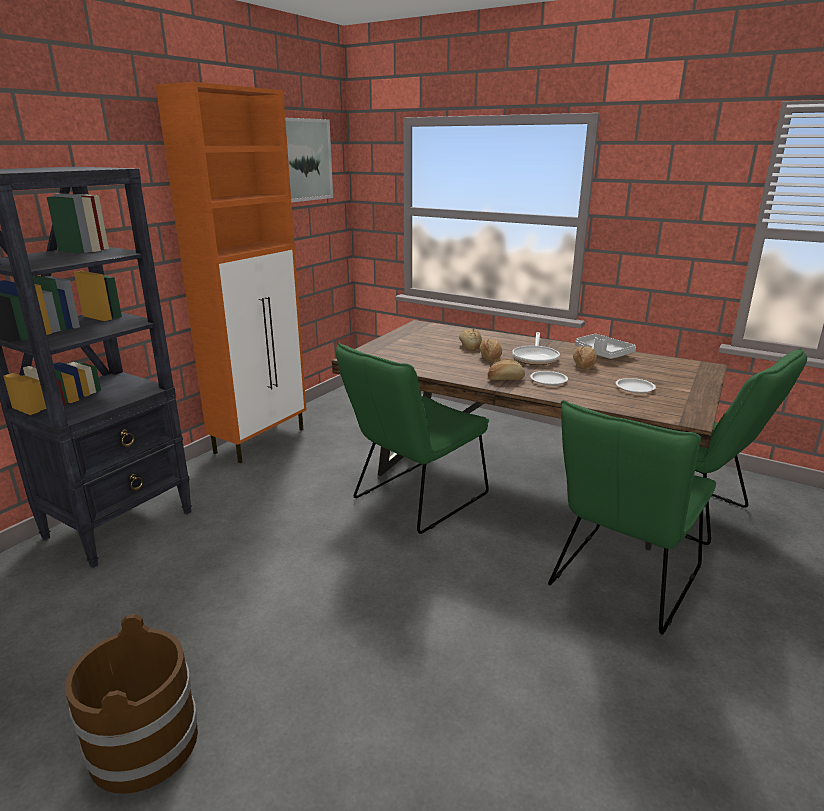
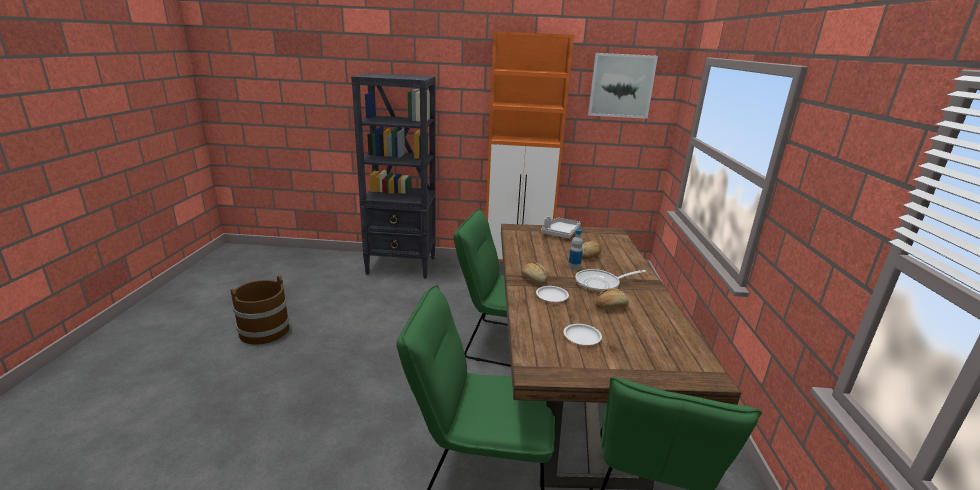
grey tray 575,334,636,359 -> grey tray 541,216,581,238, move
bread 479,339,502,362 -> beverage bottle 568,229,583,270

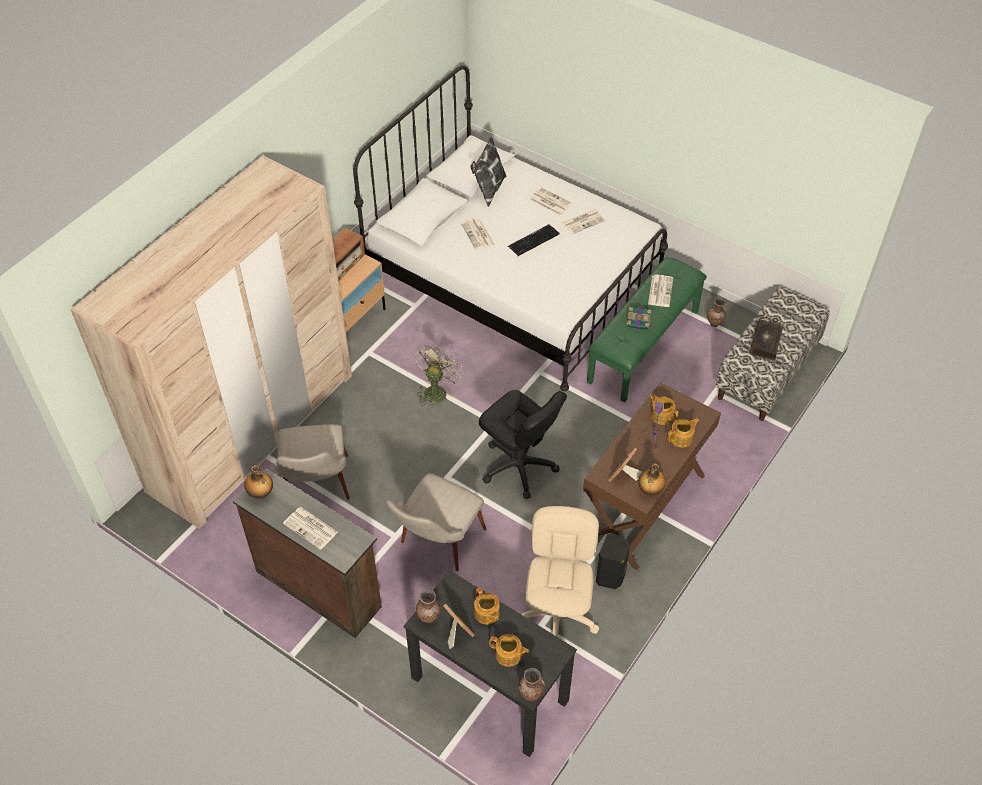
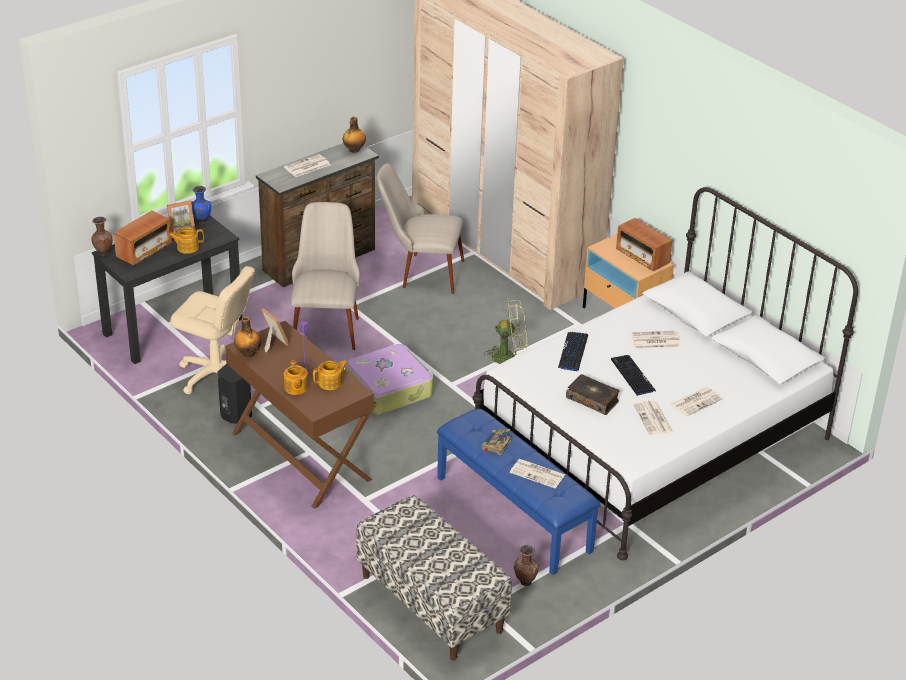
pot for tea 489,634,530,667 -> radio receiver 114,210,172,265
brown-coloured flower vase 416,589,441,623 -> blue flower vase 191,186,211,224
sand-coloured upright chair 386,473,486,571 -> sand-coloured upright chair 291,202,360,350, 45 degrees clockwise
black-coloured computer chair 479,390,567,499 -> suitcase 345,344,433,415
greenish bench 587,257,707,403 -> blue bench 437,409,600,575
greenish cooling fan 415,345,464,405 -> greenish cooling fan 484,300,527,364, 45 degrees counterclockwise
none -> computer keyboard 558,332,588,371
volume 749,319,783,360 -> volume 566,374,620,415, move
pillow 471,137,506,207 -> none

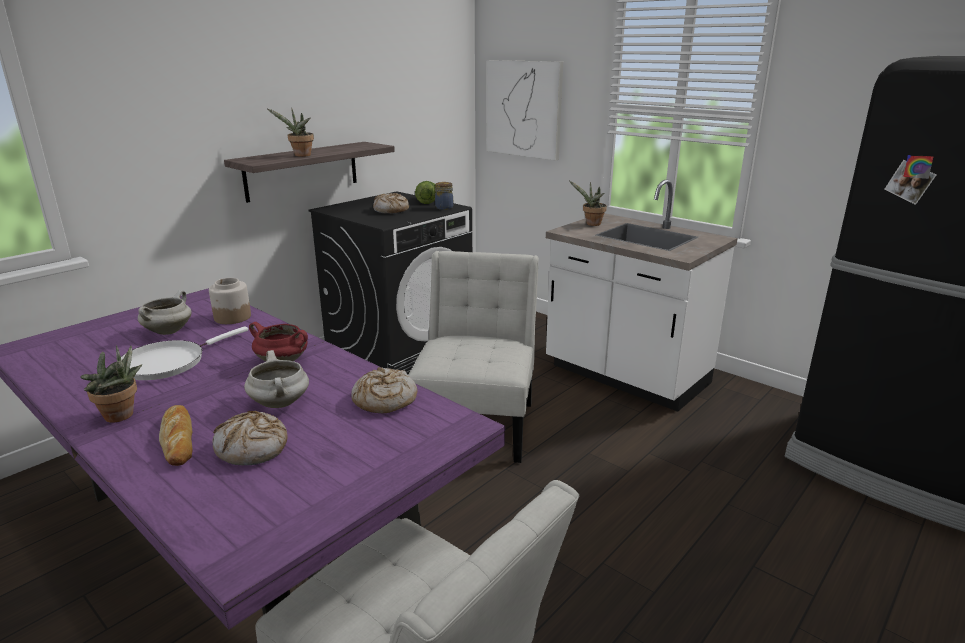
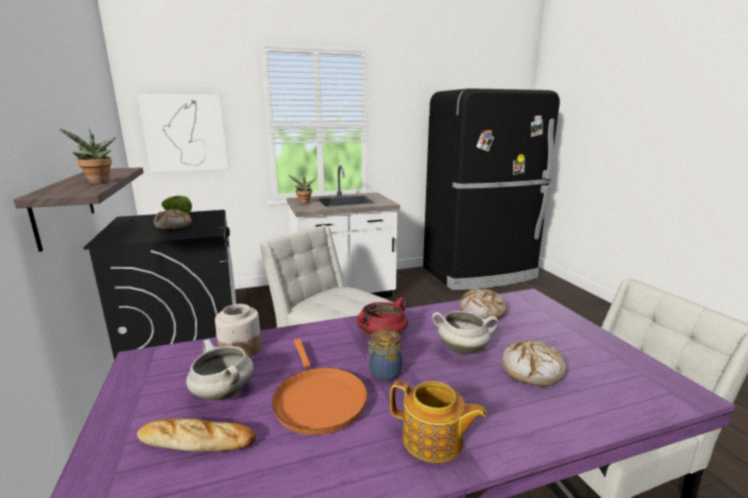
bread 159,405,193,466 -> bread 137,418,256,452, move
white pan 121,327,248,380 -> orangey pan 272,339,368,435
preserve jar 435,182,453,210 -> preserve jar 367,329,402,382, move
potted plant 81,345,142,423 -> pot for tea 390,380,487,463

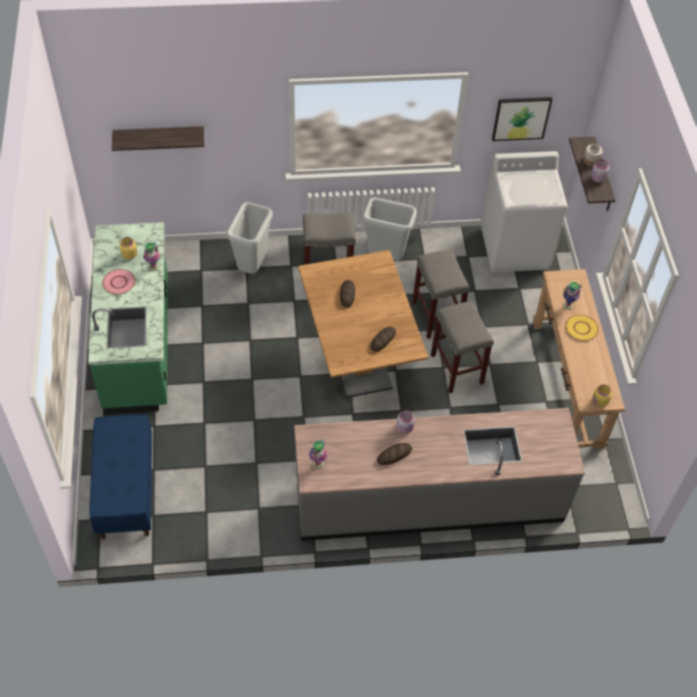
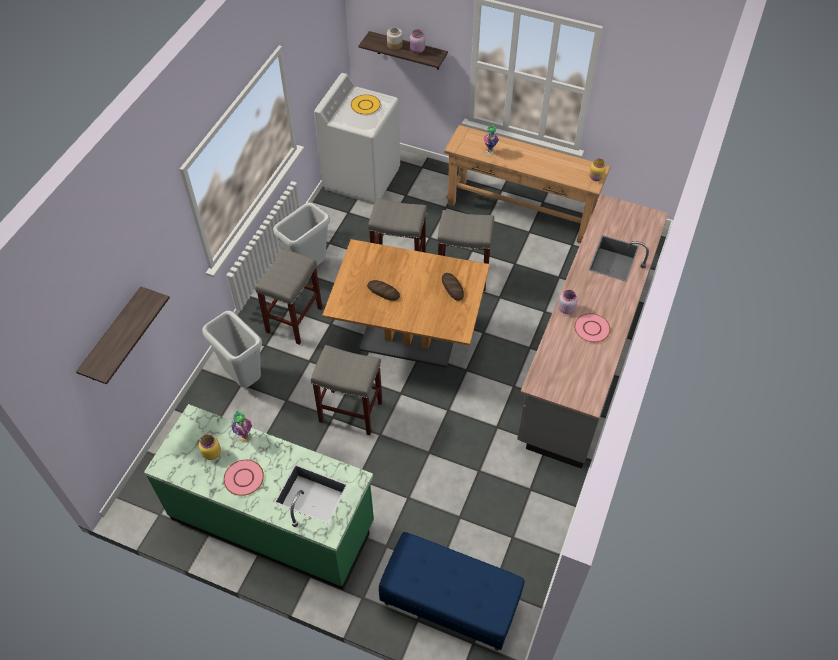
none -> grey sitting stool 311,345,383,435
yellow dinner plate 566,315,599,341 -> yellow dinner plate 351,94,381,115, move
bread 377,443,412,465 -> pink-coloured dinner plate 574,313,610,342
flower vase 309,440,328,470 -> none
wall picture 492,97,552,141 -> none

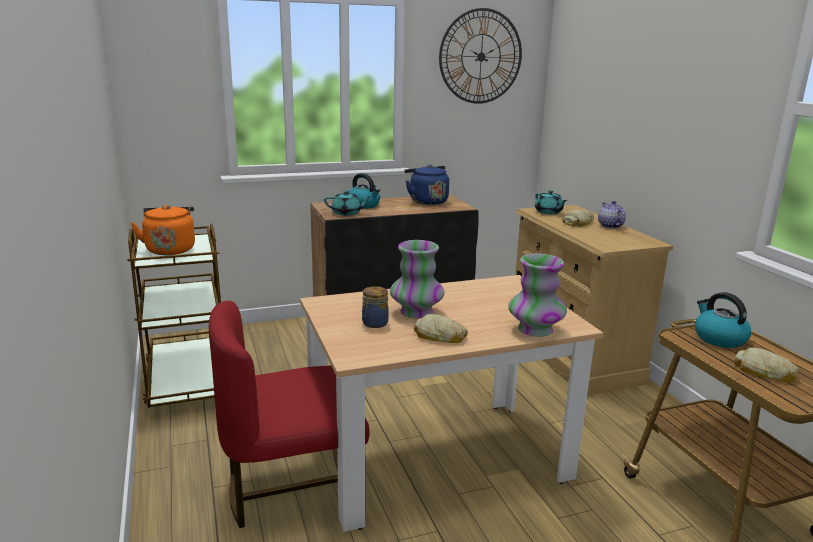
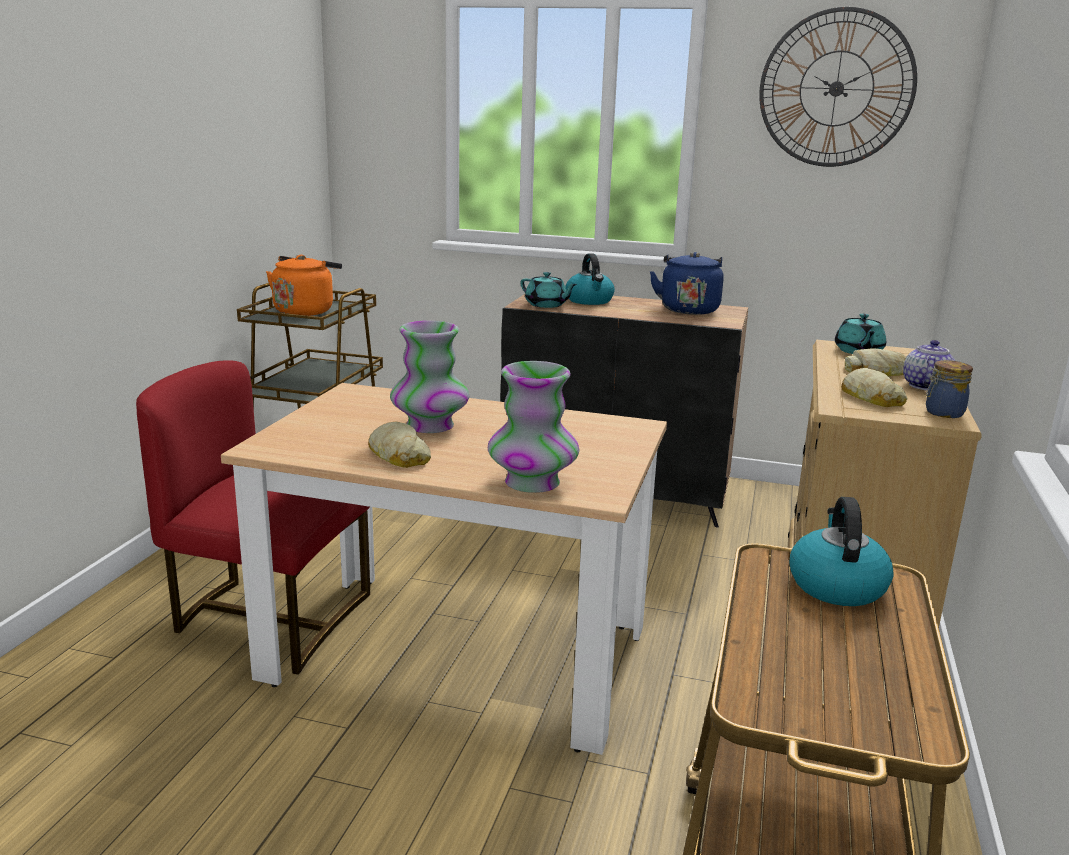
bread 734,347,799,382 -> bread 841,368,907,407, move
preserve jar 362,286,389,328 -> preserve jar 926,360,973,418, move

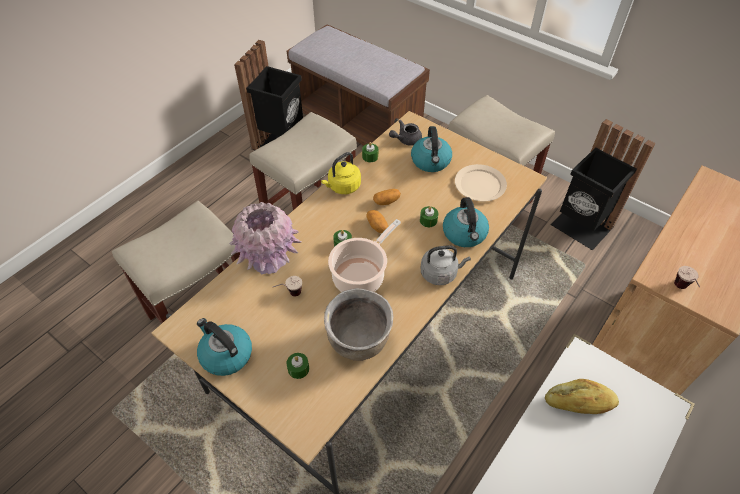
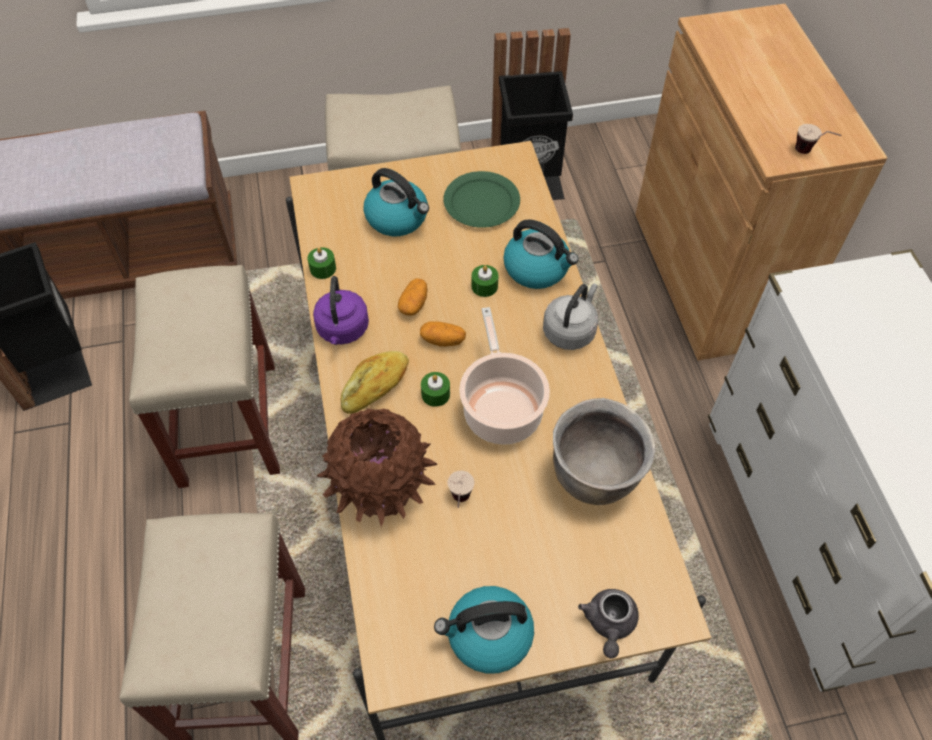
yellow kettle 321,152,361,194 -> purple kettle 313,276,369,345
pink-coloured flower vase 229,202,302,274 -> brown-coloured flower vase 317,408,437,527
bread 545,379,619,414 -> bread 341,351,409,414, move
sand-coloured dinner plate 455,164,507,202 -> greenish dinner plate 443,171,520,228
grey pot for tea 389,120,422,146 -> grey pot for tea 578,589,639,659, move
greenish candle 286,353,309,379 -> none

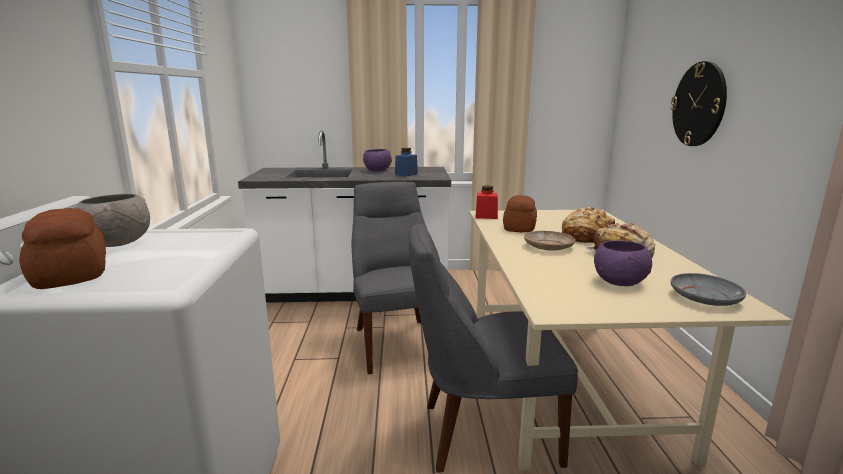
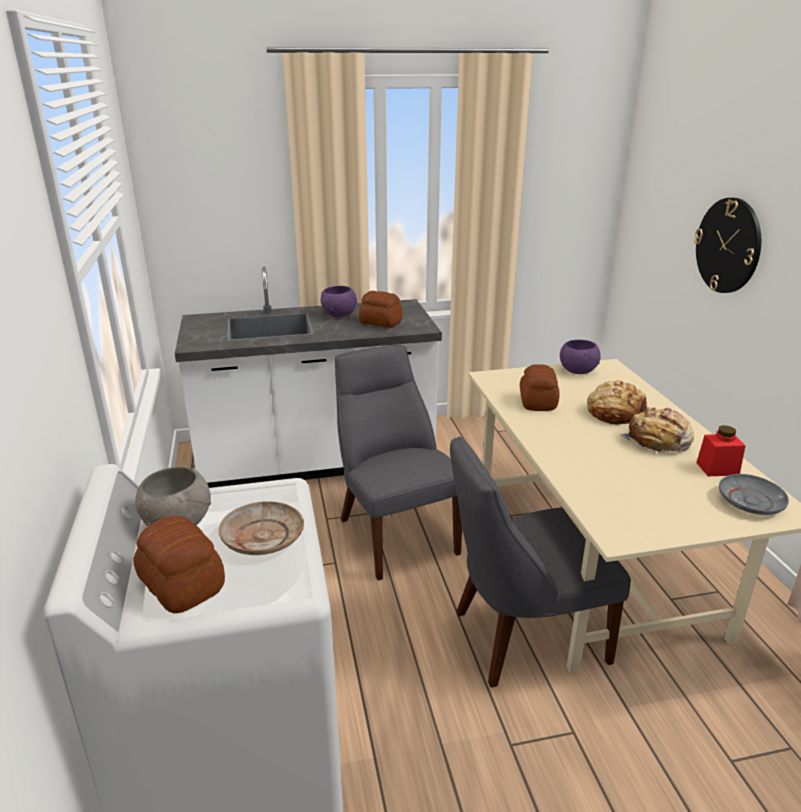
sand-coloured dinner plate 524,231,576,250 -> sand-coloured dinner plate 219,501,304,555, move
blue preserve jar 395,148,418,177 -> bread 359,291,403,328
purple serving bowl 594,240,652,286 -> purple serving bowl 560,340,601,374, move
reddish preserve jar 476,185,498,219 -> reddish preserve jar 696,425,745,476, move

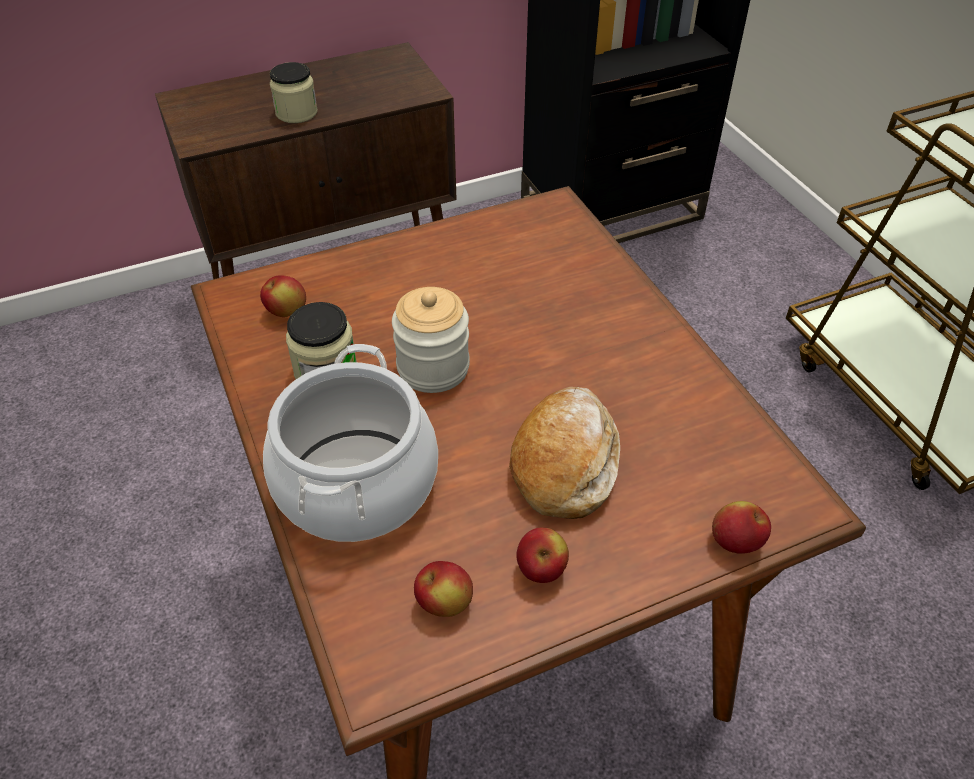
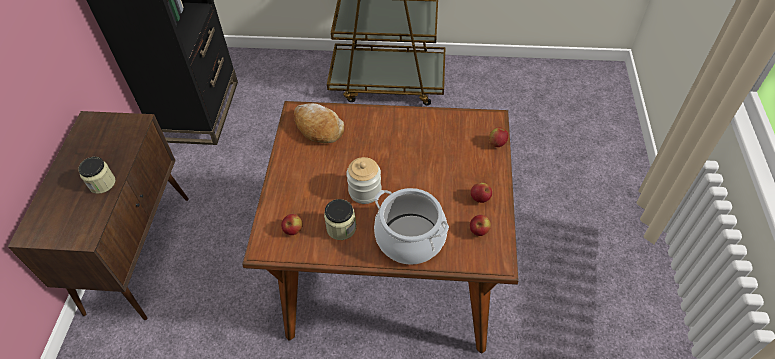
bread 509,387,620,519 -> bread 294,103,344,143, move

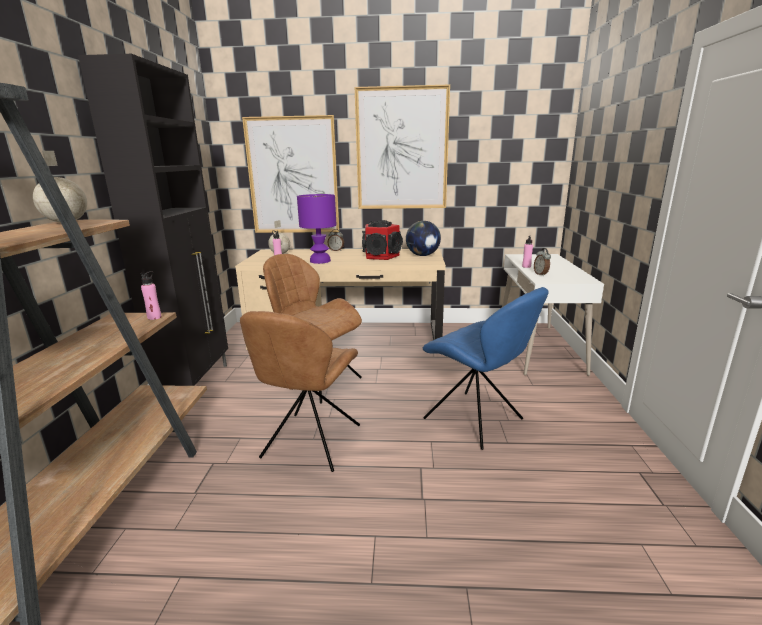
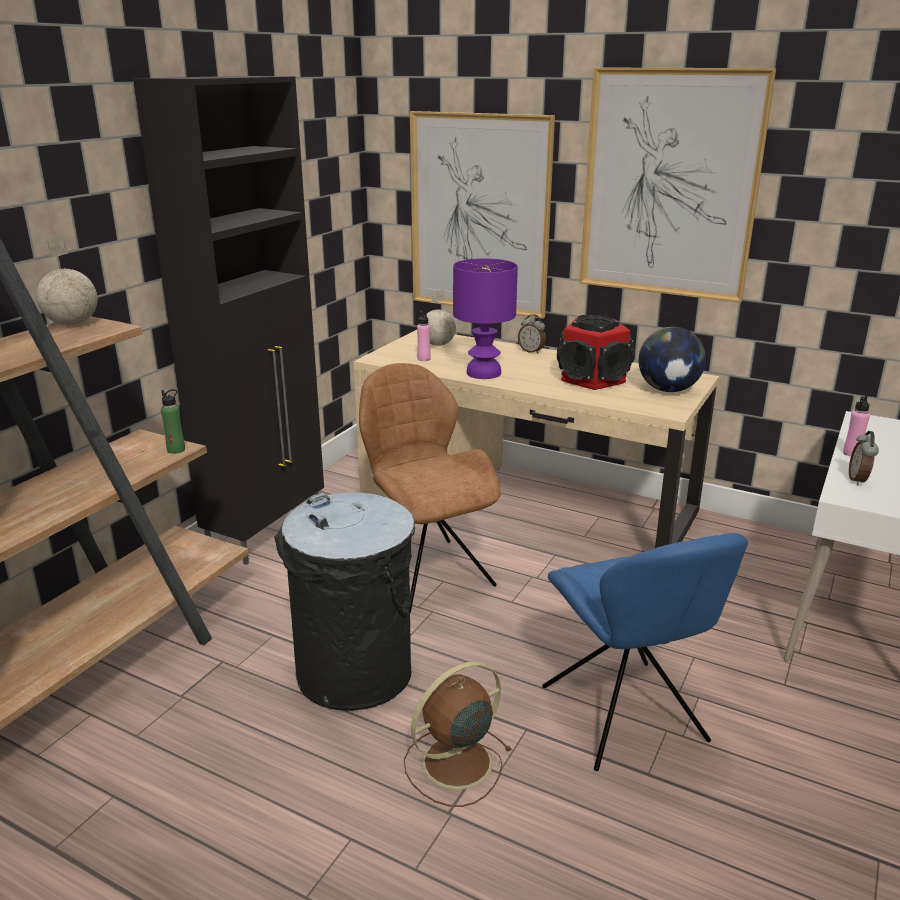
pink-coloured beverage bottle 141,271,161,320 -> greenish beverage bottle 161,389,185,454
brown-coloured upright chair 240,311,360,472 -> black-coloured rubbish bin 274,492,415,711
none -> brown-coloured cooling fan 404,661,512,807

